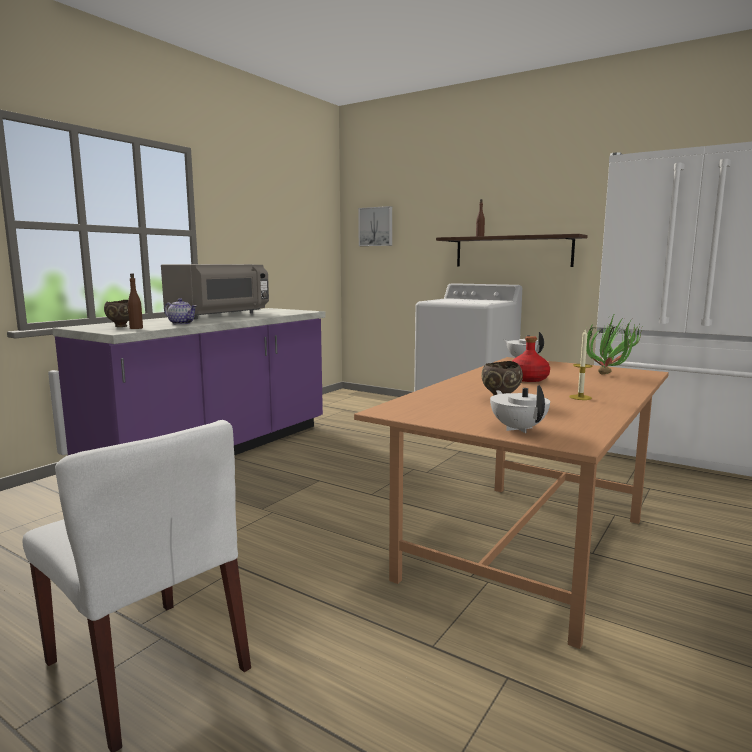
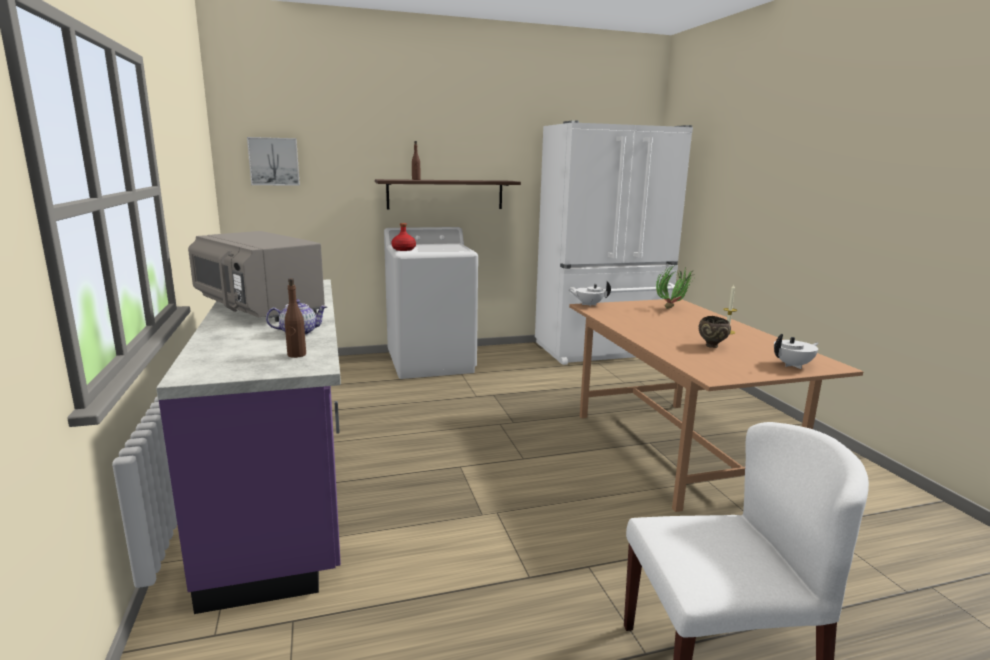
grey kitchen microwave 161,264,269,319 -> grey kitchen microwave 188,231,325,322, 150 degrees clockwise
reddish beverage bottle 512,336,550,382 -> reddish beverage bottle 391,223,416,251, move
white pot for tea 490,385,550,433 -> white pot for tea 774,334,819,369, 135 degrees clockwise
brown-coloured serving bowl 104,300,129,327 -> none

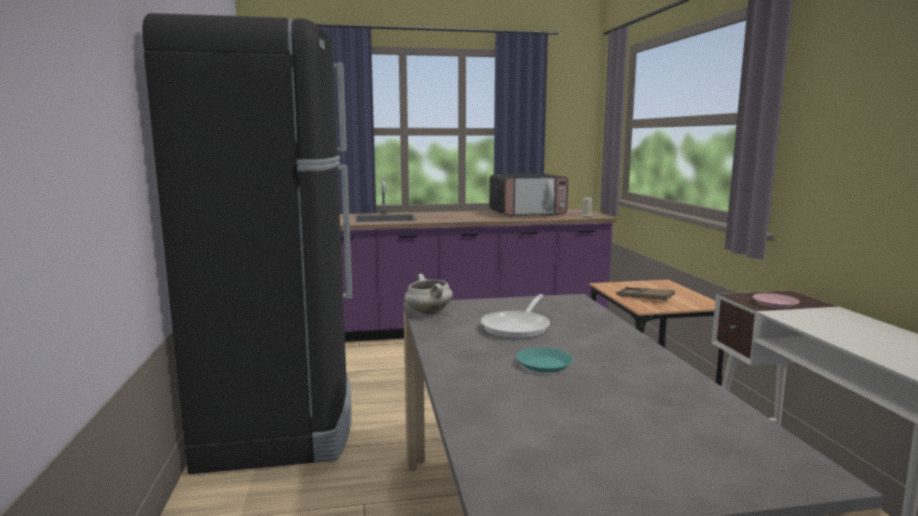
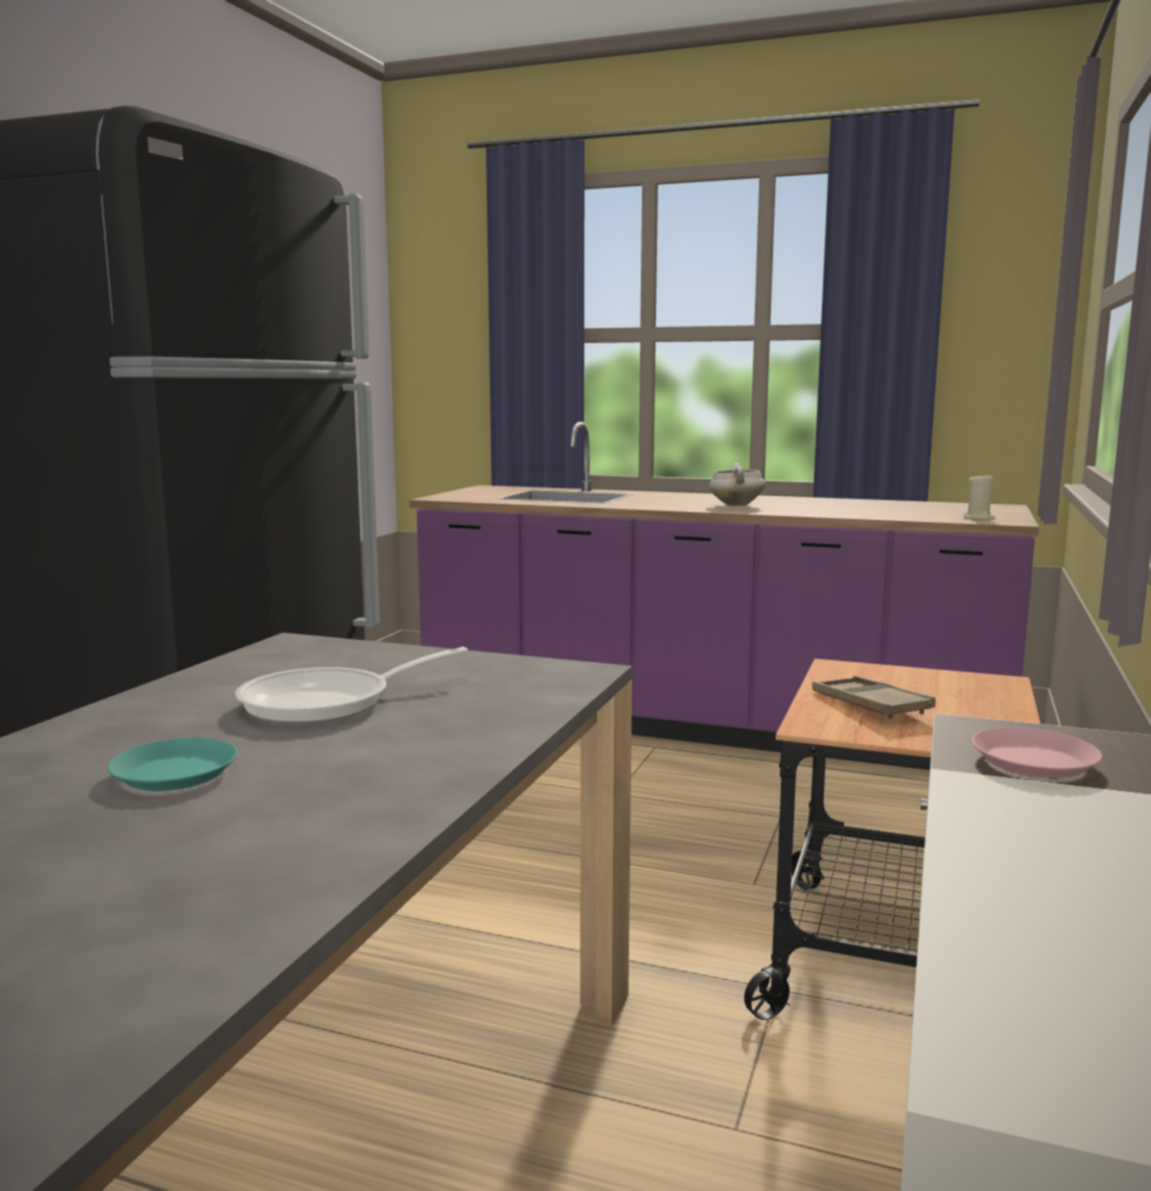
white cooking pot 405,274,453,315 -> white cooking pot 709,463,765,506, move
kitchen microwave 489,173,568,216 -> none

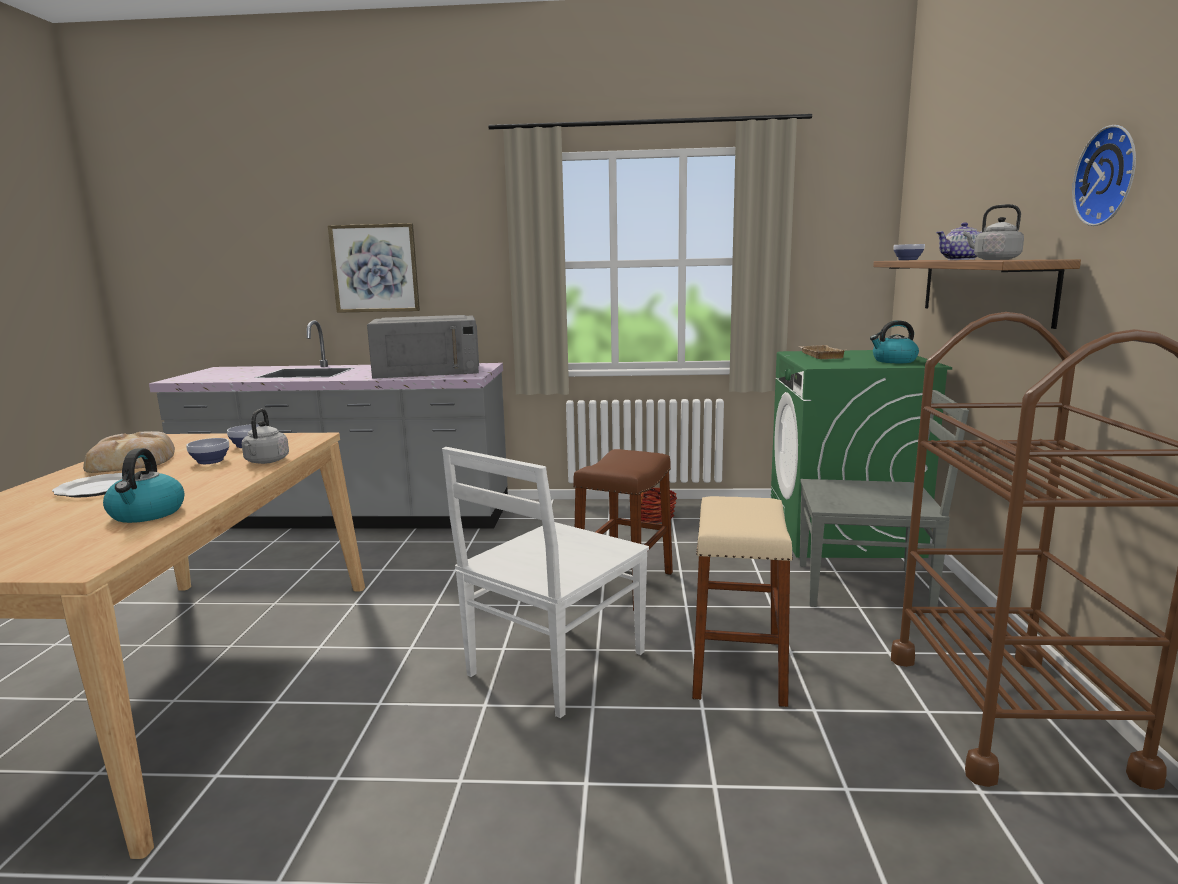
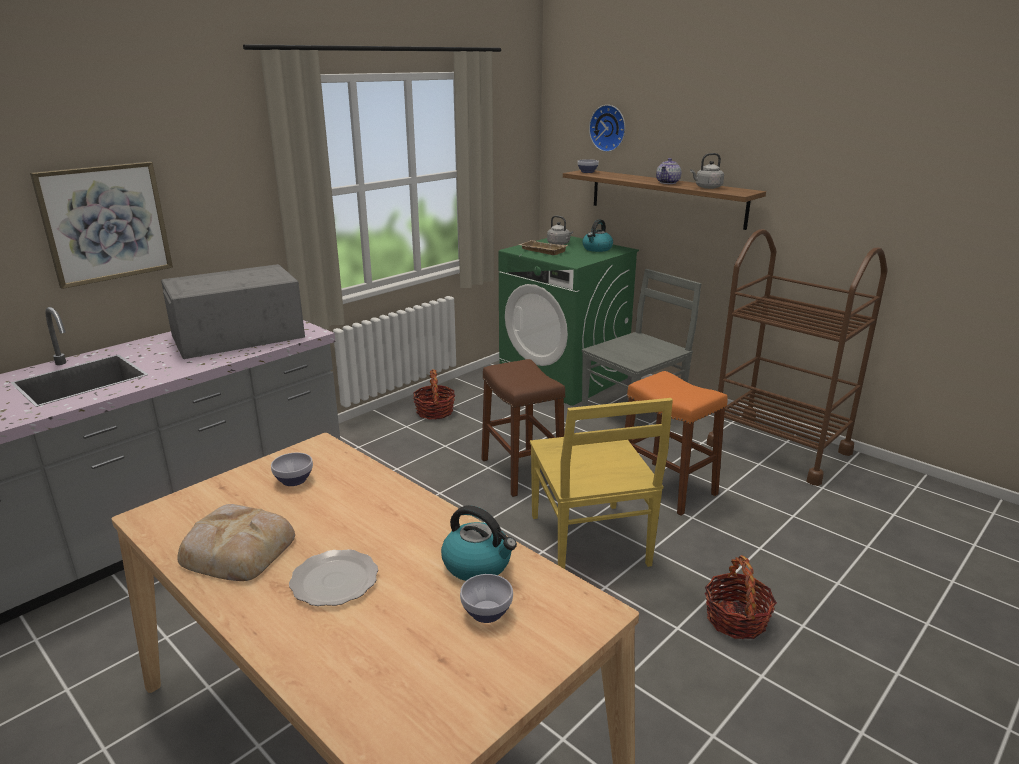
grey kitchen microwave 367,315,479,379 -> grey kitchen microwave 161,264,305,359, 150 degrees counterclockwise
serving bowl 186,438,229,464 -> serving bowl 460,574,513,623, move
white upright chair 442,447,649,718 -> yellow upright chair 530,398,673,569
grey kettle 242,409,289,464 -> grey kettle 547,215,573,245, move
wall clock 1072,125,1136,226 -> wall clock 589,105,625,152, move
sand-coloured sitting stool 692,496,793,707 -> orangey sitting stool 625,371,728,516
none -> household basket 705,555,777,639

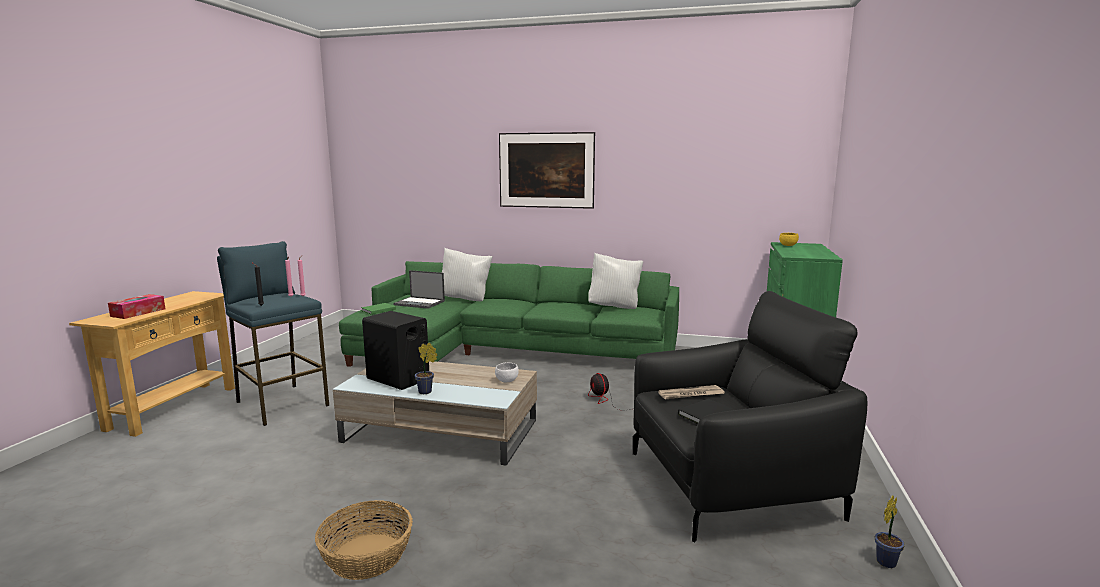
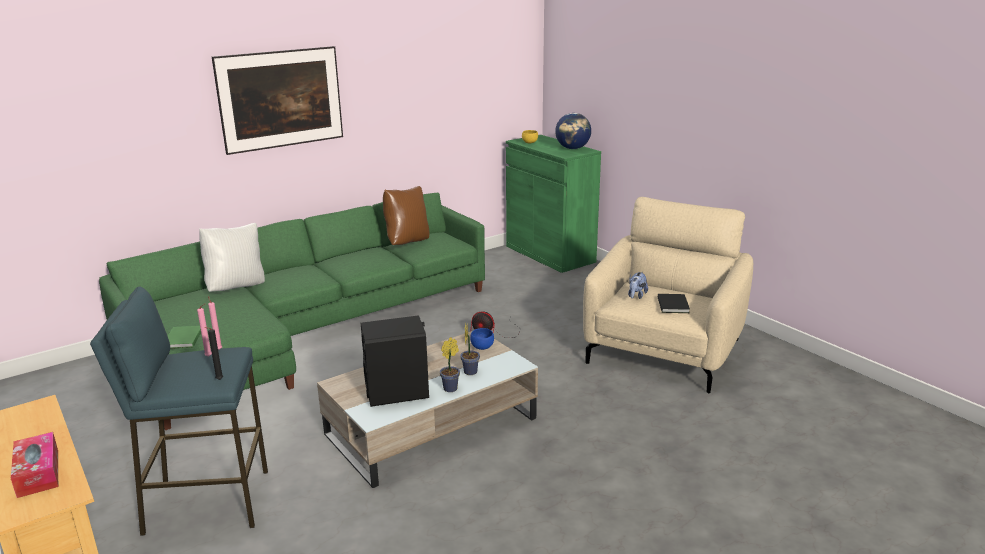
white pillow 588,253,643,309 -> brown-coloured pillow 383,186,429,245
potted plant 875,496,905,568 -> potted plant 460,322,480,375, move
white serving bowl 495,363,519,382 -> blue serving bowl 470,328,494,350
none -> world globe 555,113,591,149
black-coloured easy chair 633,291,868,542 -> sand-coloured easy chair 583,197,753,394
newspaper 658,385,725,399 -> soft toy 628,272,648,299
household basket 315,500,413,580 -> none
portable computer 393,270,445,309 -> none

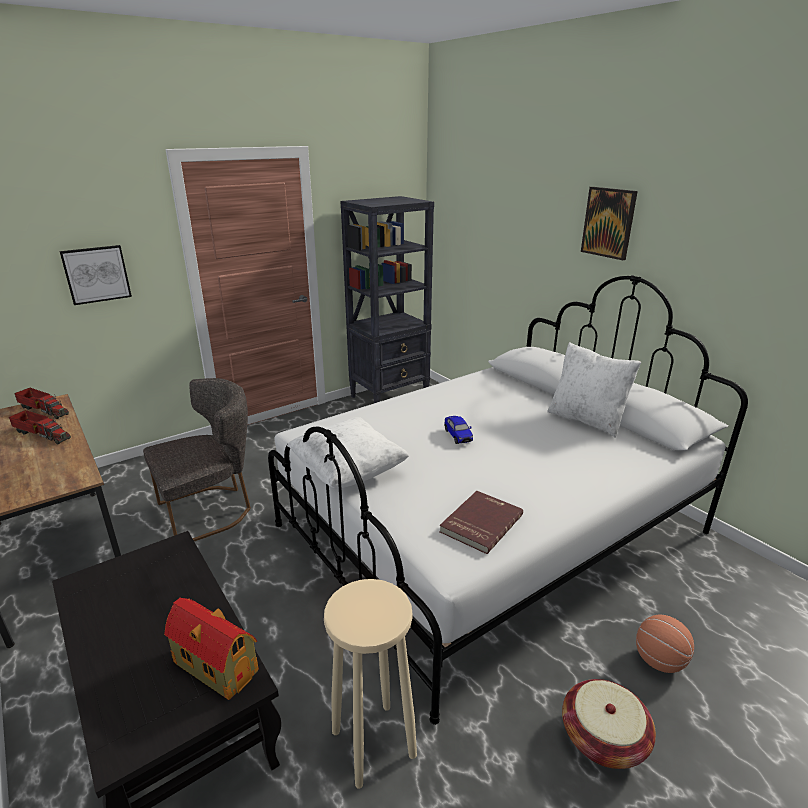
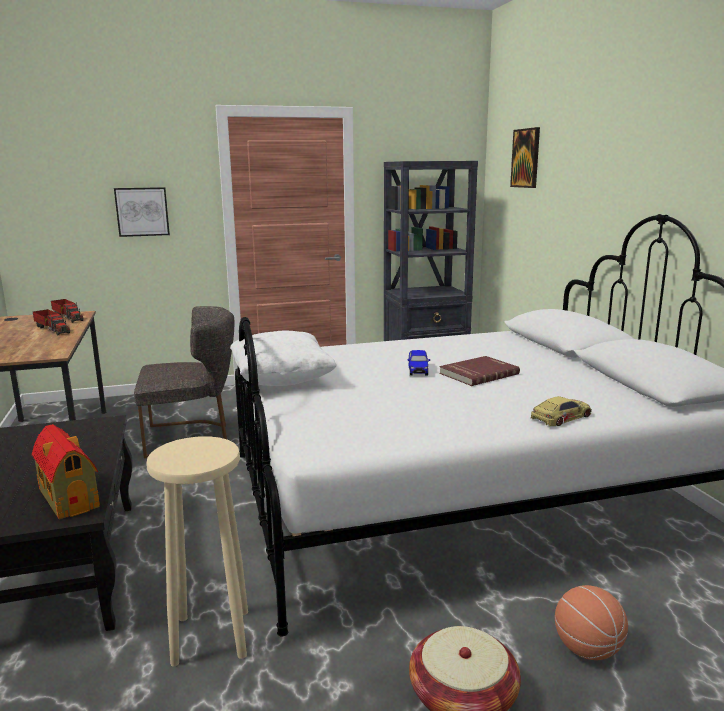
reddish volume 439,491,523,554 -> reddish volume 439,356,520,386, move
wall picture 581,187,638,260 -> wall picture 510,127,540,188, move
none -> model car 531,396,592,426
white pillow 547,342,641,438 -> none

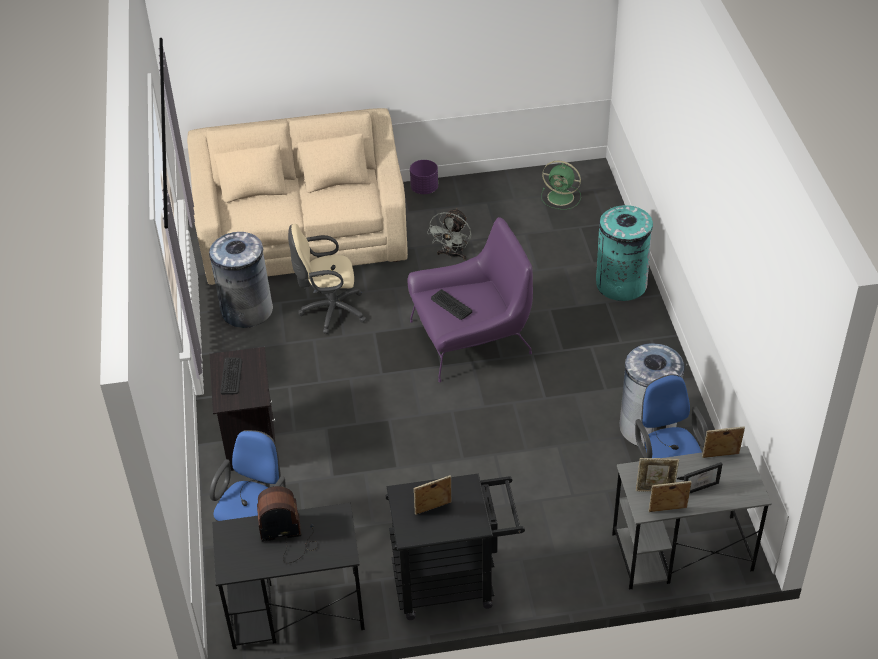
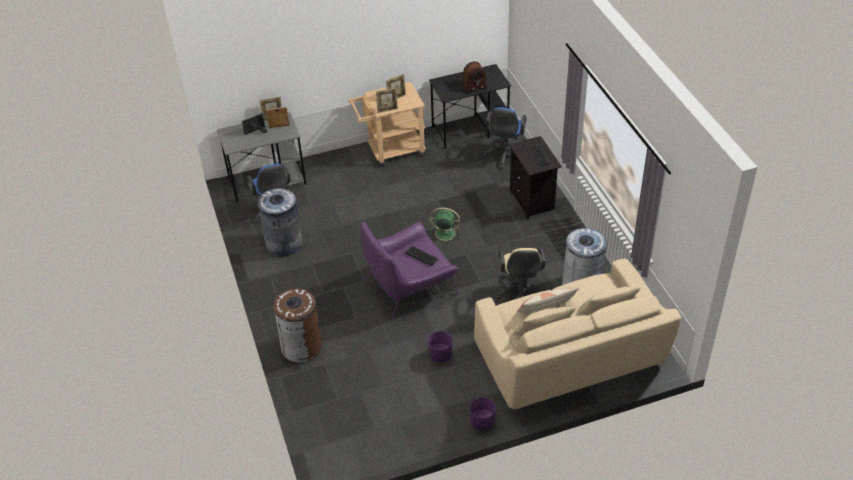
turquoise-coloured rubbish bin 596,205,653,301 -> brown-coloured rubbish bin 273,288,321,363
black-coloured trolley 385,473,525,620 -> sand-coloured trolley 348,82,426,167
photo frame 702,427,745,458 -> photo frame 376,88,398,113, move
grey cooling fan 427,208,471,260 -> purple plant pot 428,331,453,362
greenish cooling fan 541,161,581,210 -> greenish cooling fan 430,208,460,244, move
sand-coloured computer chair 288,224,366,334 -> sand-coloured computer chair 495,248,545,300, 105 degrees clockwise
none -> pillow 517,288,579,313

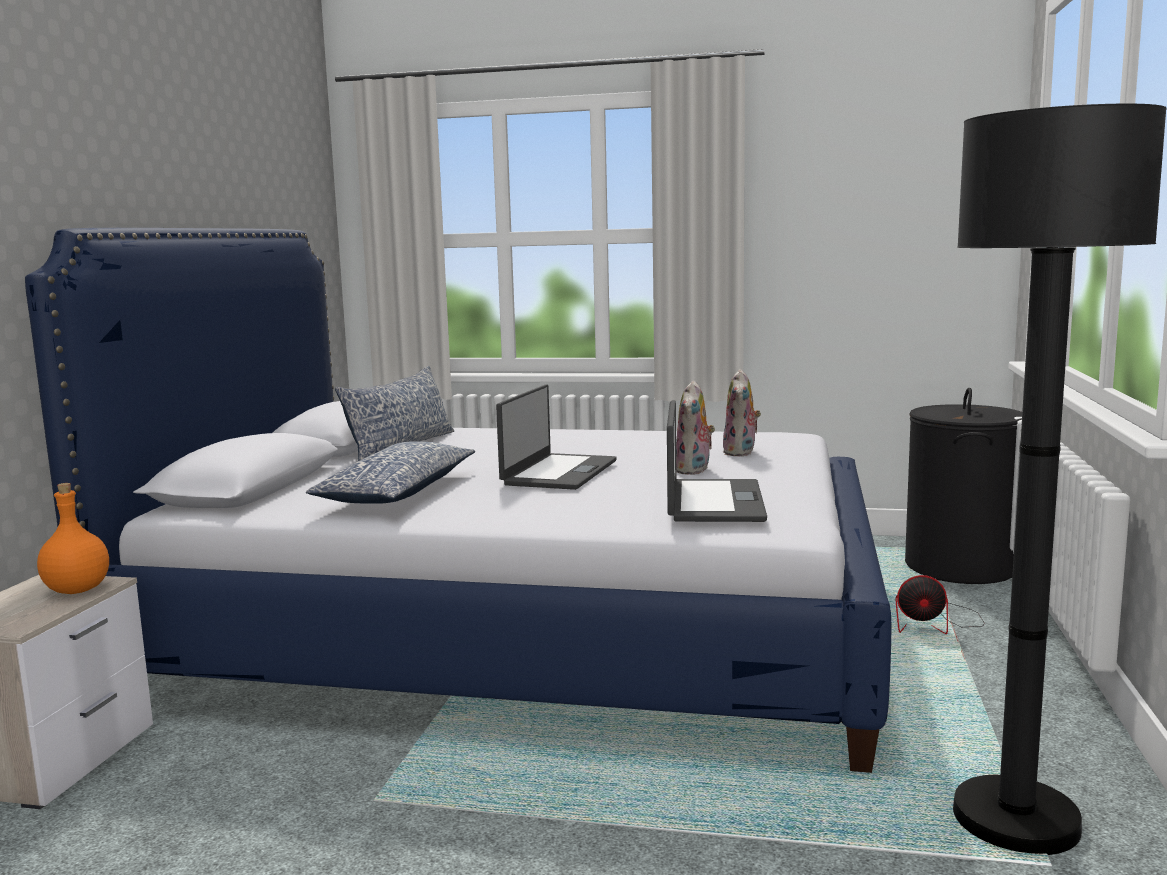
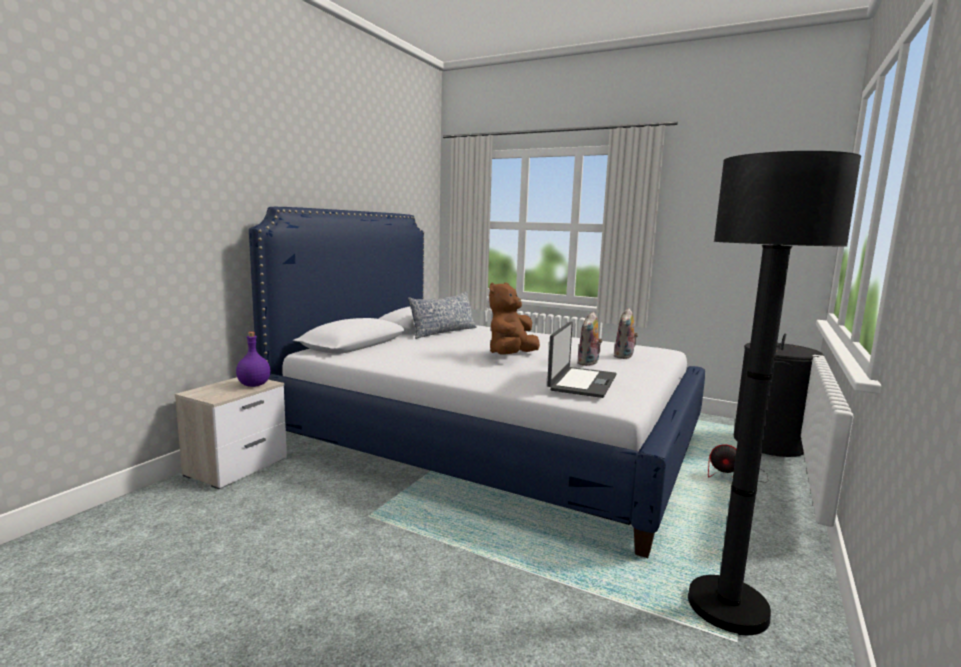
orangey beverage bottle 37,483,109,594 -> purple beverage bottle 236,332,271,387
portable computer 496,384,617,490 -> brown-coloured soft toy 489,282,540,355
pillow 306,441,475,504 -> none

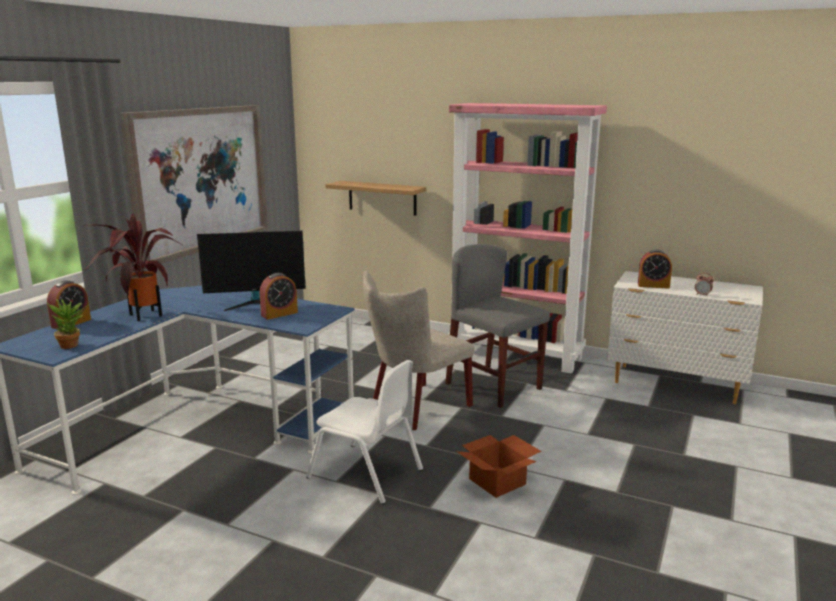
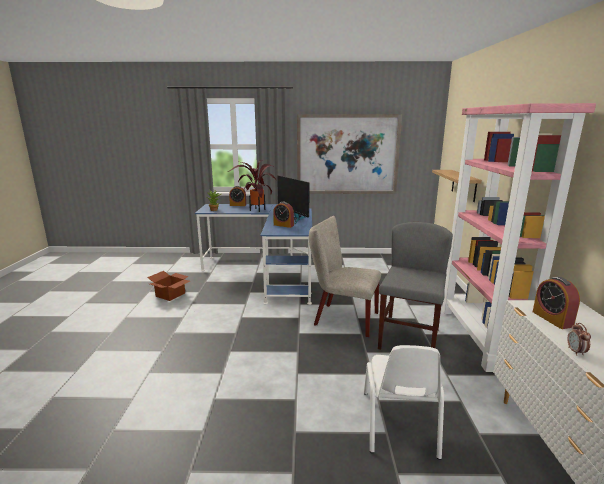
packing box 456,435,542,498 -> packing box 147,271,190,301, move
white upright chair 306,360,423,504 -> white upright chair 364,345,444,460, move

